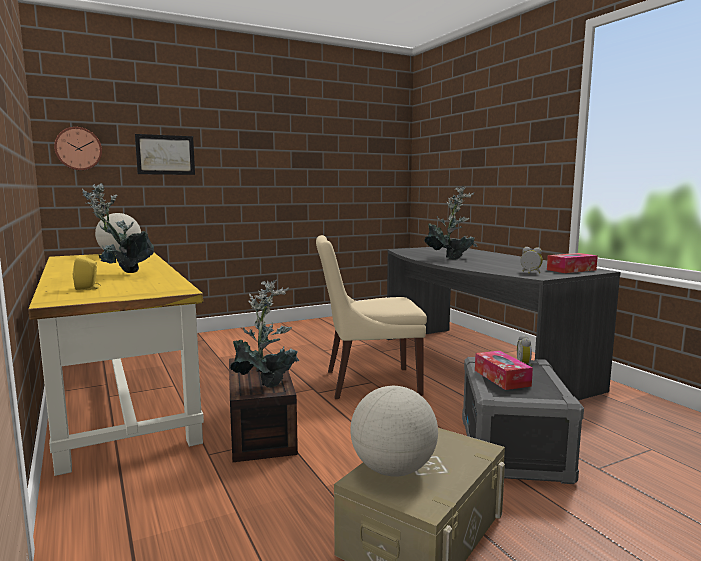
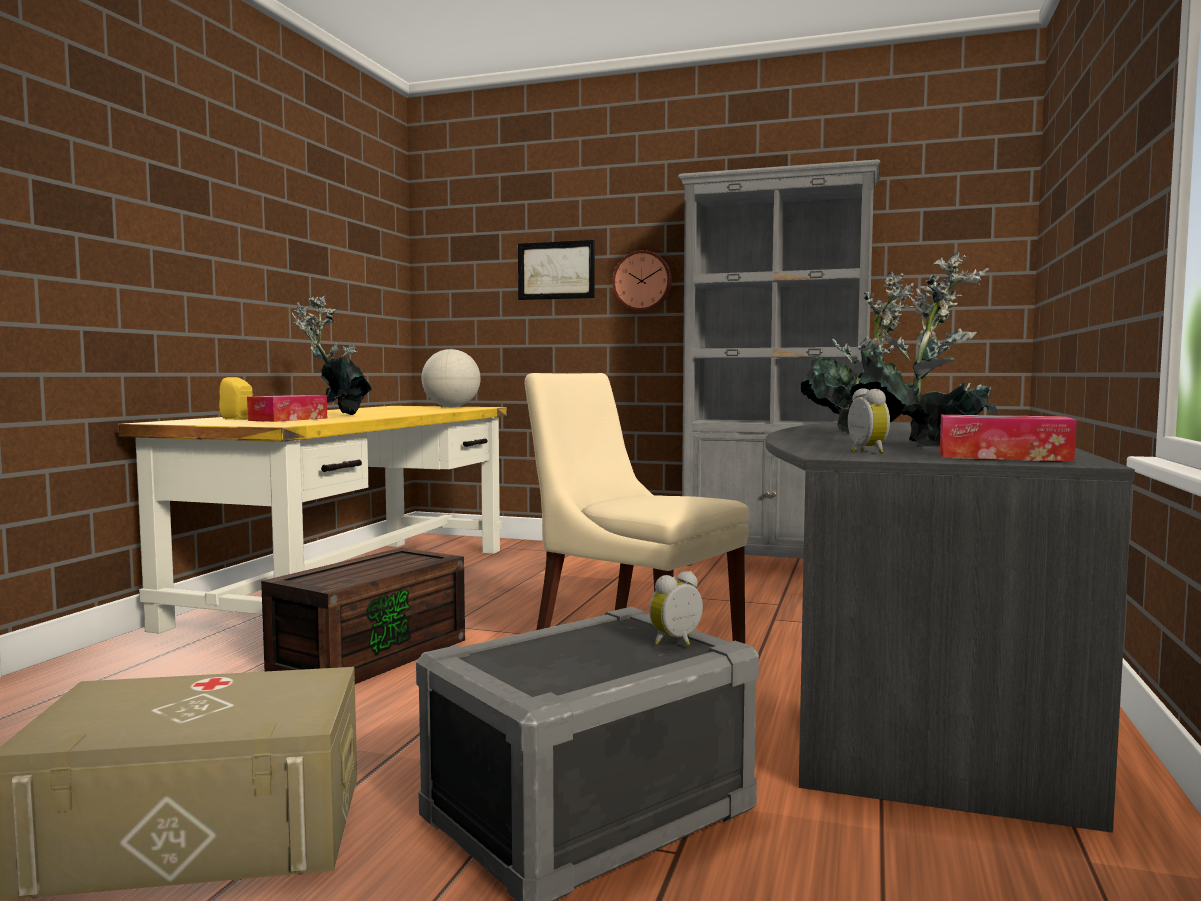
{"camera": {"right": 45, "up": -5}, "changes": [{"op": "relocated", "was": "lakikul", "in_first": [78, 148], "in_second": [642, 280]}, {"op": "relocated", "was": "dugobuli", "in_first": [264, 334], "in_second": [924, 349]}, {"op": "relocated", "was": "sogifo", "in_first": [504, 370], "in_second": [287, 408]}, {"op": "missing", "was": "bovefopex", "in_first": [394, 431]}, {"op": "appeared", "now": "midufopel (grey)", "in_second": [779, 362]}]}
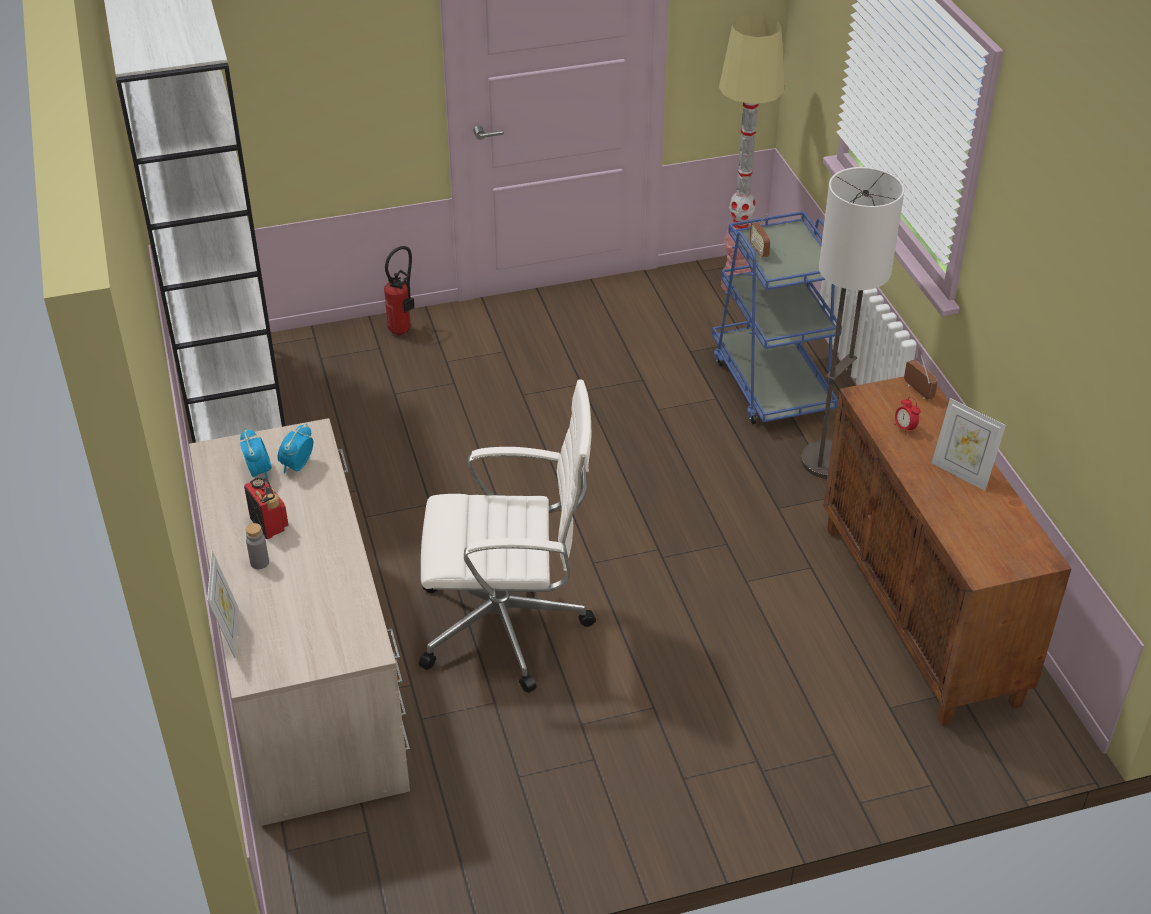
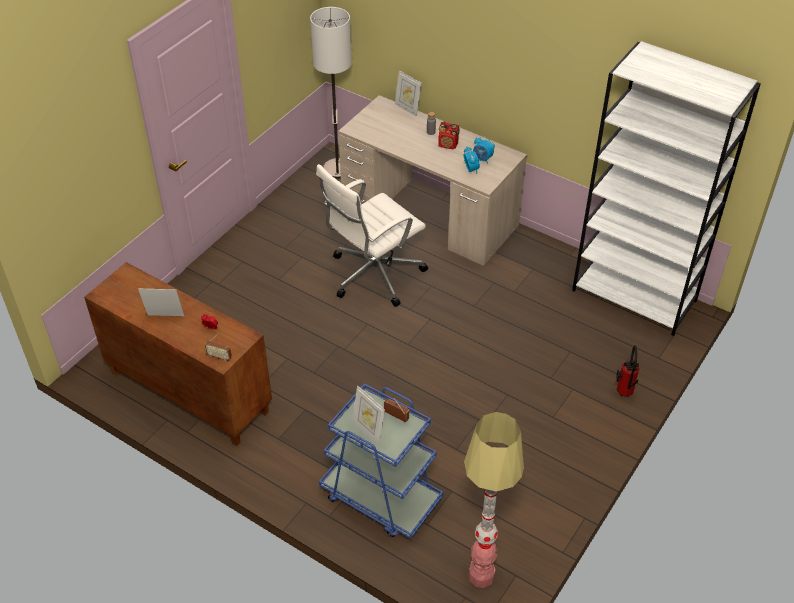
{"camera": {"right": 140, "up": 5}, "changes": [{"op": "relocated", "was": "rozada", "in_first": [853, 323], "in_second": [331, 93]}, {"op": "appeared", "now": "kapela", "in_second": [368, 415]}]}
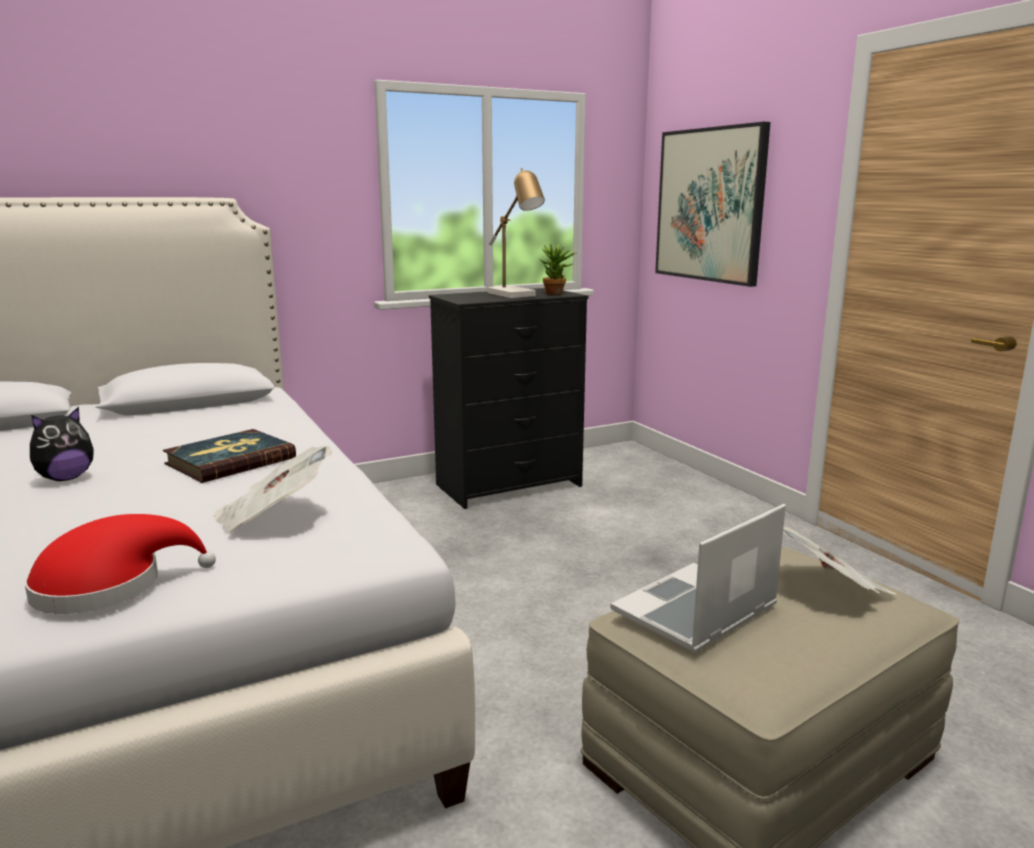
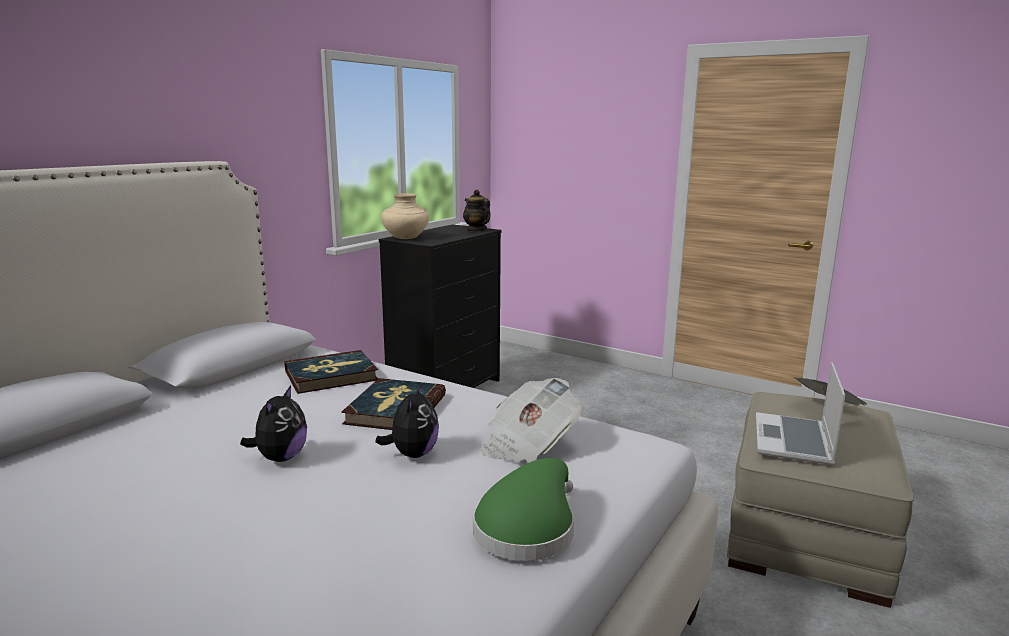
{"camera": {"right": -30, "up": 0}, "changes": [{"op": "missing", "was": "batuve", "in_first": [713, 204]}, {"op": "missing", "was": "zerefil", "in_first": [516, 233]}, {"op": "exchanged", "was": "dugobuli", "now": "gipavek", "in_first": [558, 269], "in_second": [477, 210]}, {"op": "colour", "was": "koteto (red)", "now": "koteto (green)", "in_first": [120, 564], "in_second": [523, 509]}, {"op": "appeared", "now": "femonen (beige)", "in_second": [405, 216]}, {"op": "appeared", "now": "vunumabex", "in_second": [331, 372]}, {"op": "appeared", "now": "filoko", "in_second": [407, 420]}]}
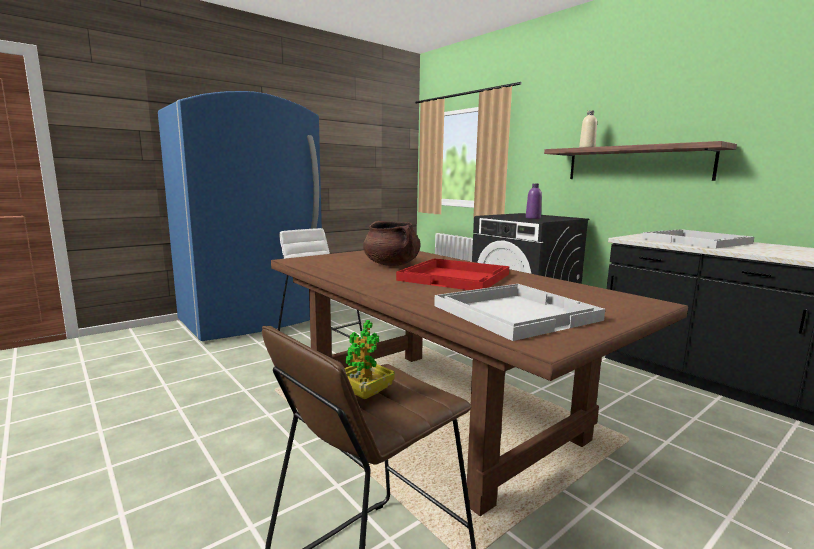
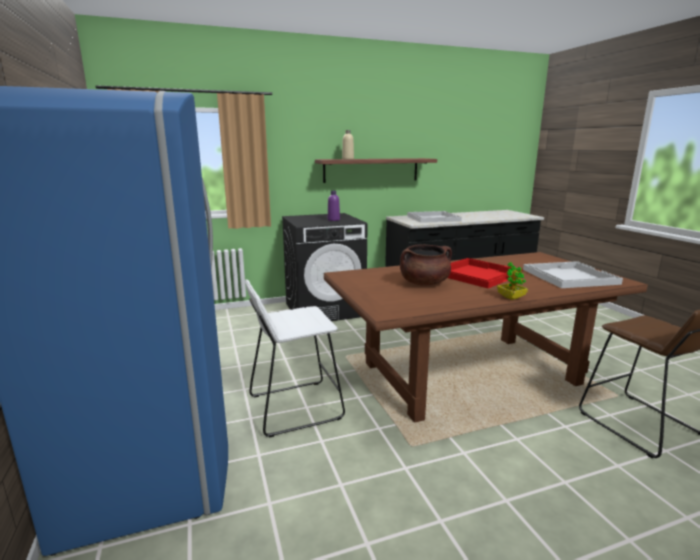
{"camera": {"right": -70, "up": 5}, "changes": [{"op": "relocated", "was": "dugobuli", "in_first": [370, 359], "in_second": [512, 281]}]}
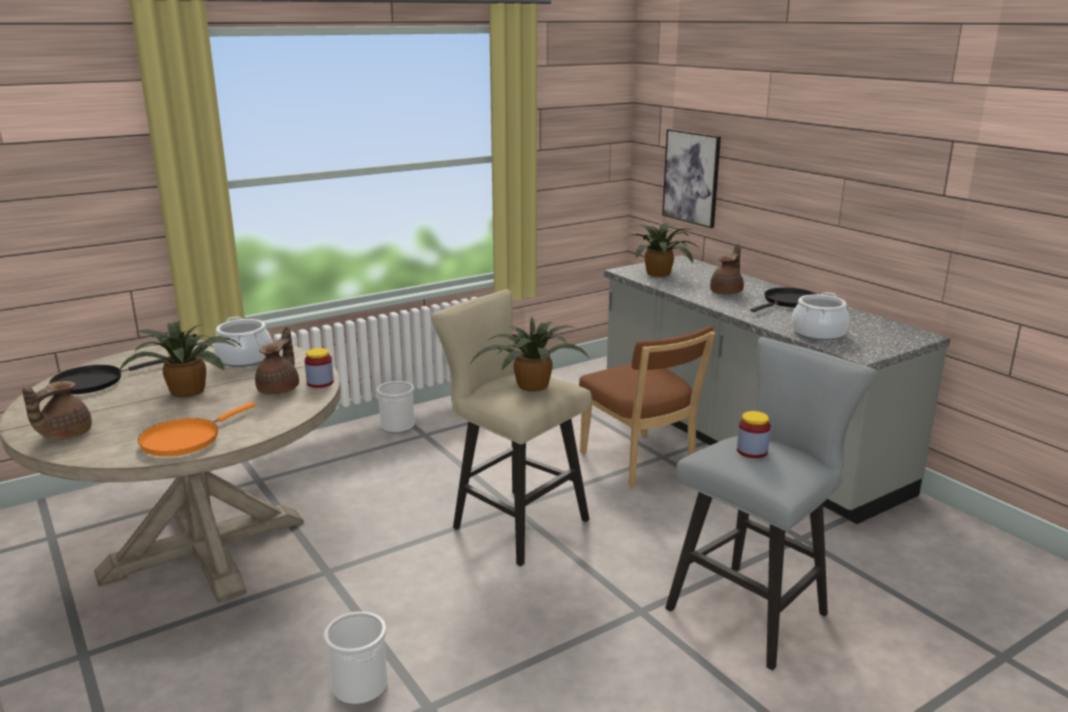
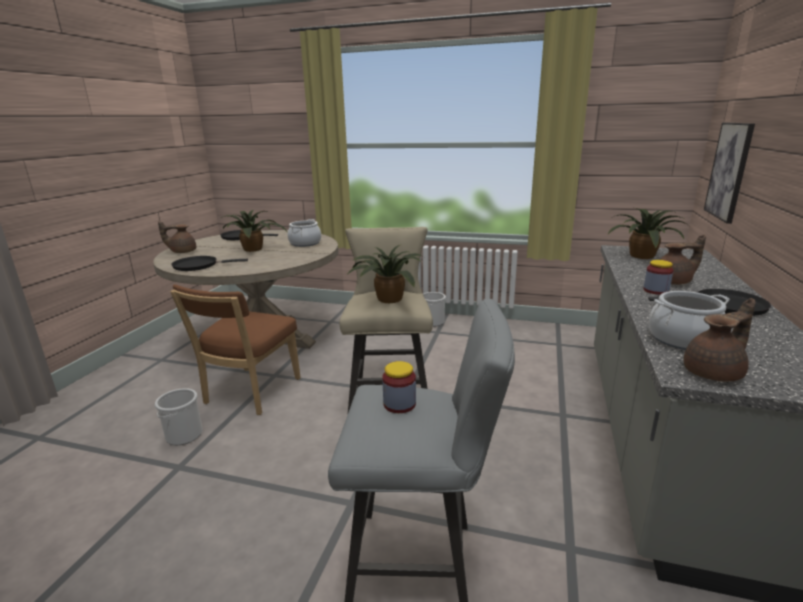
{"camera": {"right": 50, "up": 0}, "changes": [{"op": "relocated", "was": "gipavek (brown)", "in_first": [277, 360], "in_second": [720, 340]}, {"op": "relocated", "was": "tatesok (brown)", "in_first": [647, 406], "in_second": [235, 350]}, {"op": "relocated", "was": "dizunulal", "in_first": [319, 368], "in_second": [658, 277]}, {"op": "colour", "was": "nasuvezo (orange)", "now": "nasuvezo (black)", "in_first": [196, 429], "in_second": [209, 263]}]}
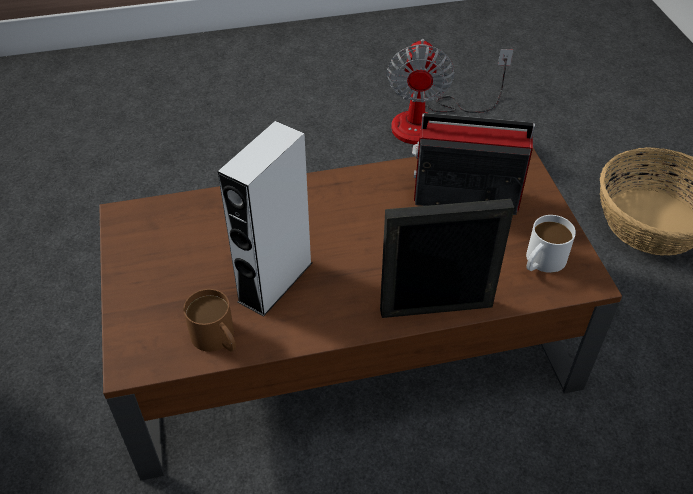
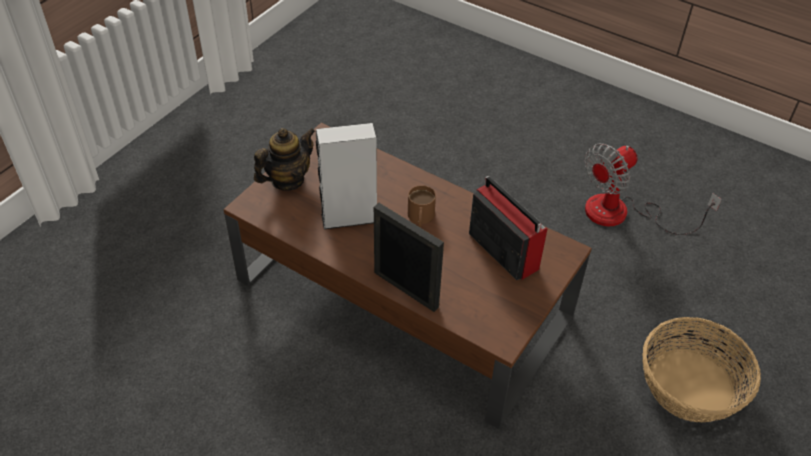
{"camera": {"right": 45, "up": 0}, "changes": [{"op": "missing", "was": "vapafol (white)", "in_first": [551, 244]}, {"op": "relocated", "was": "vapafol (brown)", "in_first": [209, 320], "in_second": [422, 206]}, {"op": "appeared", "now": "gipavek", "in_second": [284, 159]}]}
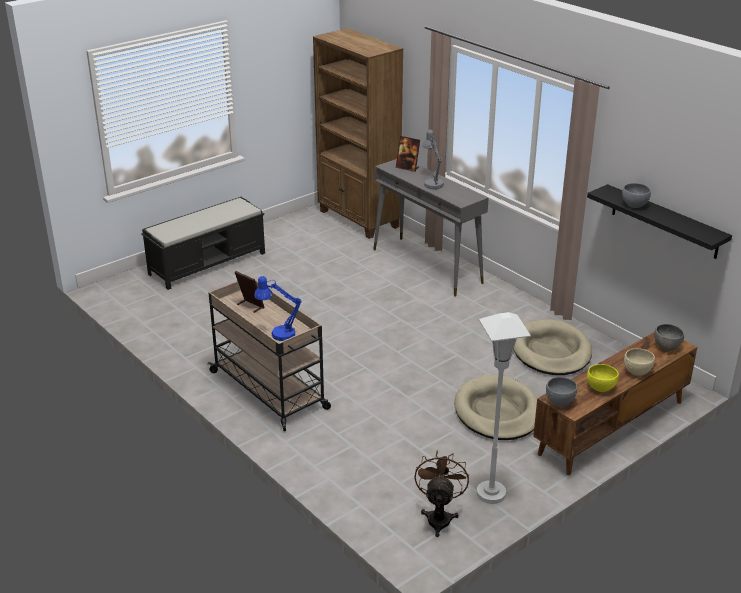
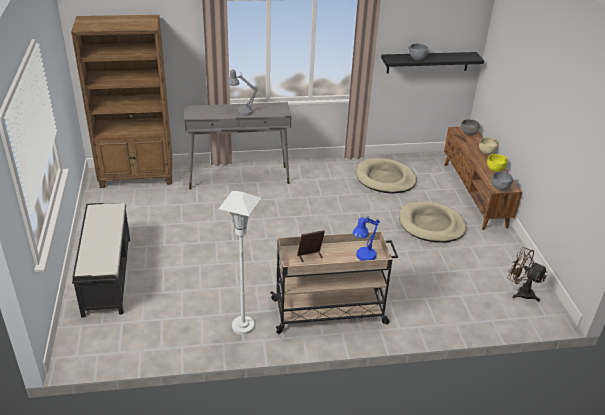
{"camera": {"right": -60, "up": 5}, "changes": [{"op": "missing", "was": "kapela", "in_first": [408, 154]}, {"op": "relocated", "was": "rozada (white)", "in_first": [504, 408], "in_second": [240, 263]}]}
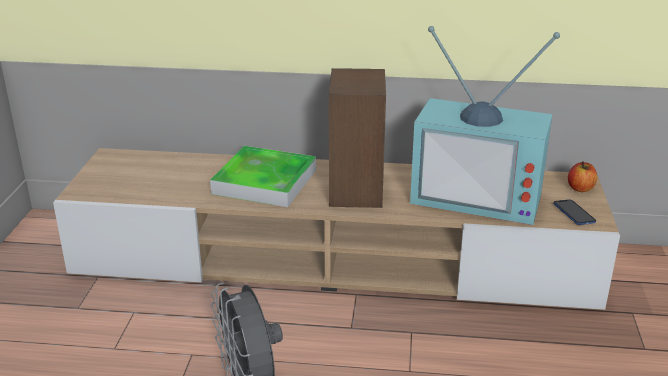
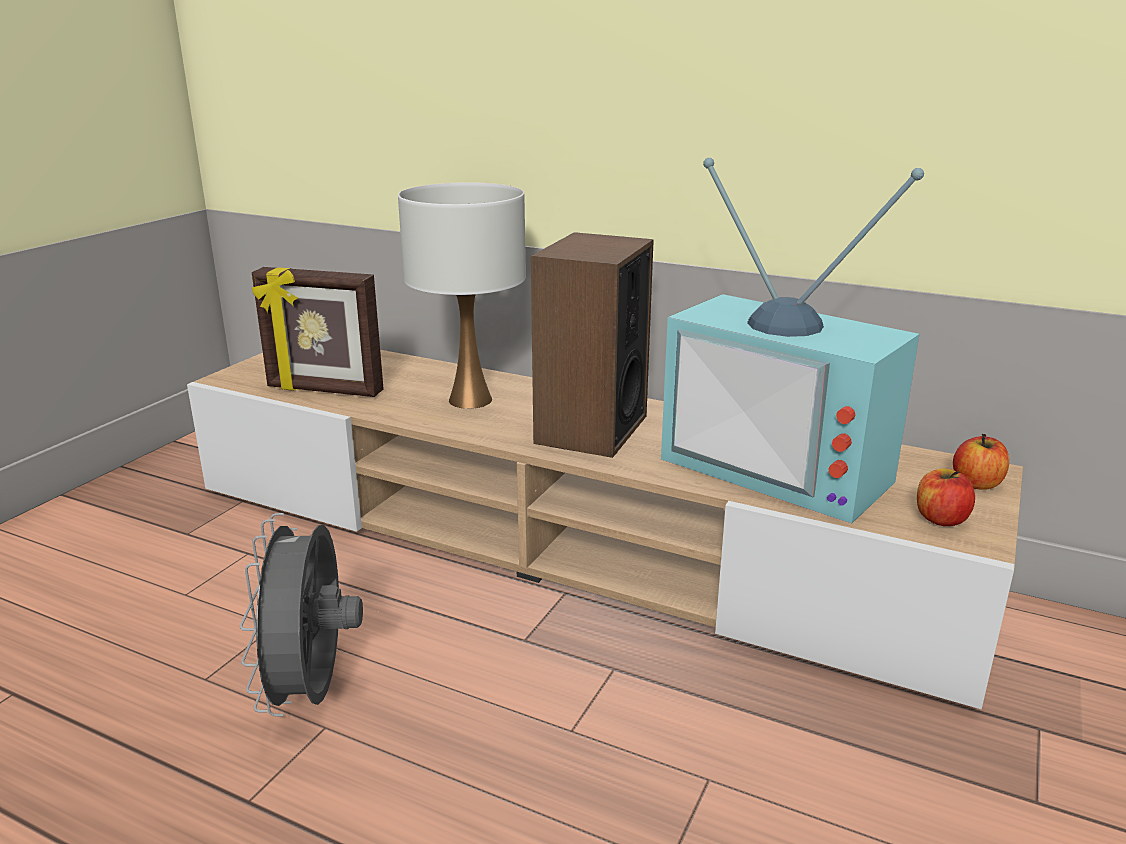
{"camera": {"right": 20, "up": -5}, "changes": [{"op": "exchanged", "was": "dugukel", "now": "zerefil (white)", "in_first": [263, 176], "in_second": [462, 295]}, {"op": "exchanged", "was": "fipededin", "now": "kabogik", "in_first": [574, 212], "in_second": [946, 497]}, {"op": "appeared", "now": "kapela", "in_second": [318, 332]}]}
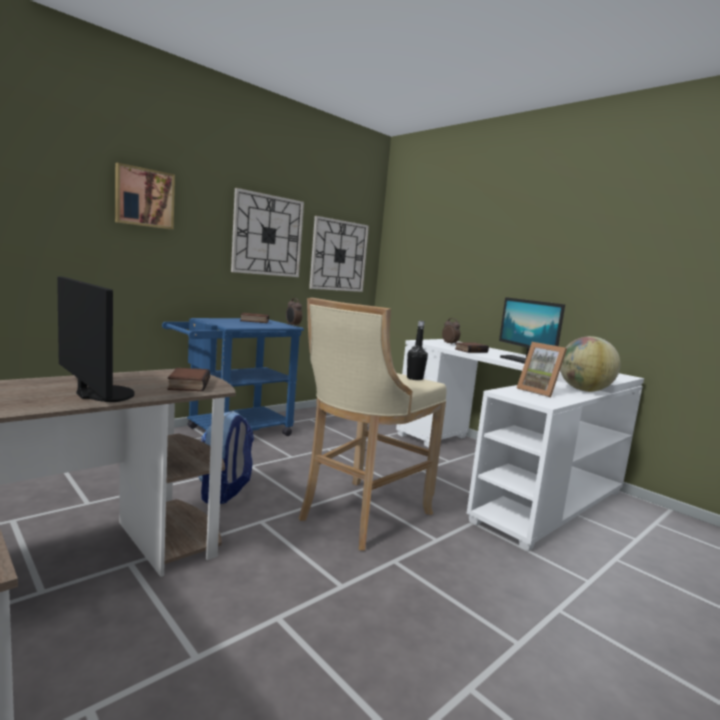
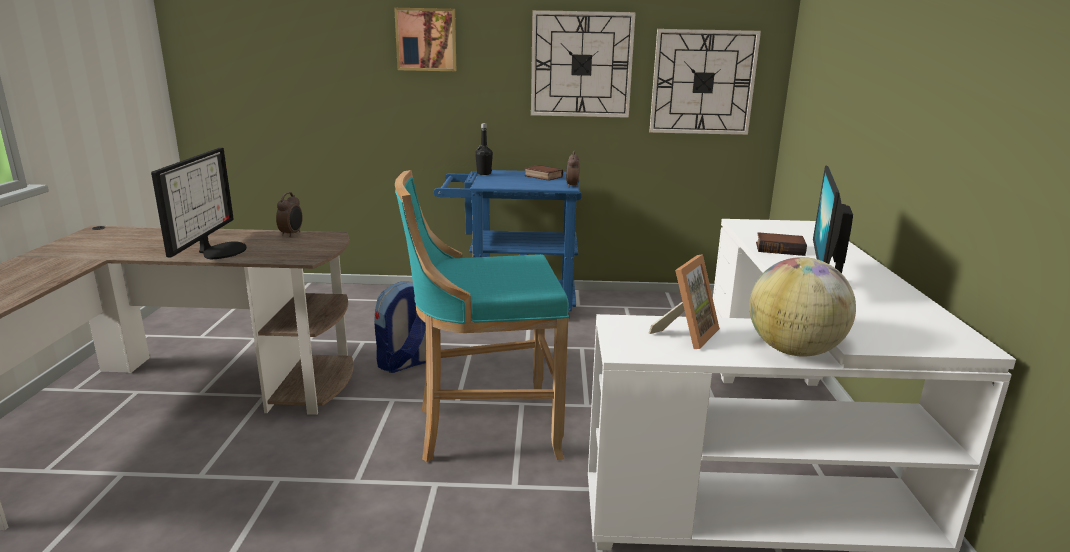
{"camera": {"right": 45, "up": 10}, "changes": [{"op": "colour", "was": "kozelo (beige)", "now": "kozelo (turquoise)", "in_first": [372, 424], "in_second": [482, 316]}, {"op": "relocated", "was": "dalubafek", "in_first": [451, 331], "in_second": [289, 214]}, {"op": "relocated", "was": "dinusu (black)", "in_first": [417, 350], "in_second": [484, 149]}, {"op": "spun", "was": "kapela", "in_first": [542, 369], "in_second": [684, 301], "clockwise": -150}, {"op": "missing", "was": "vunumabex", "in_first": [188, 379]}]}
